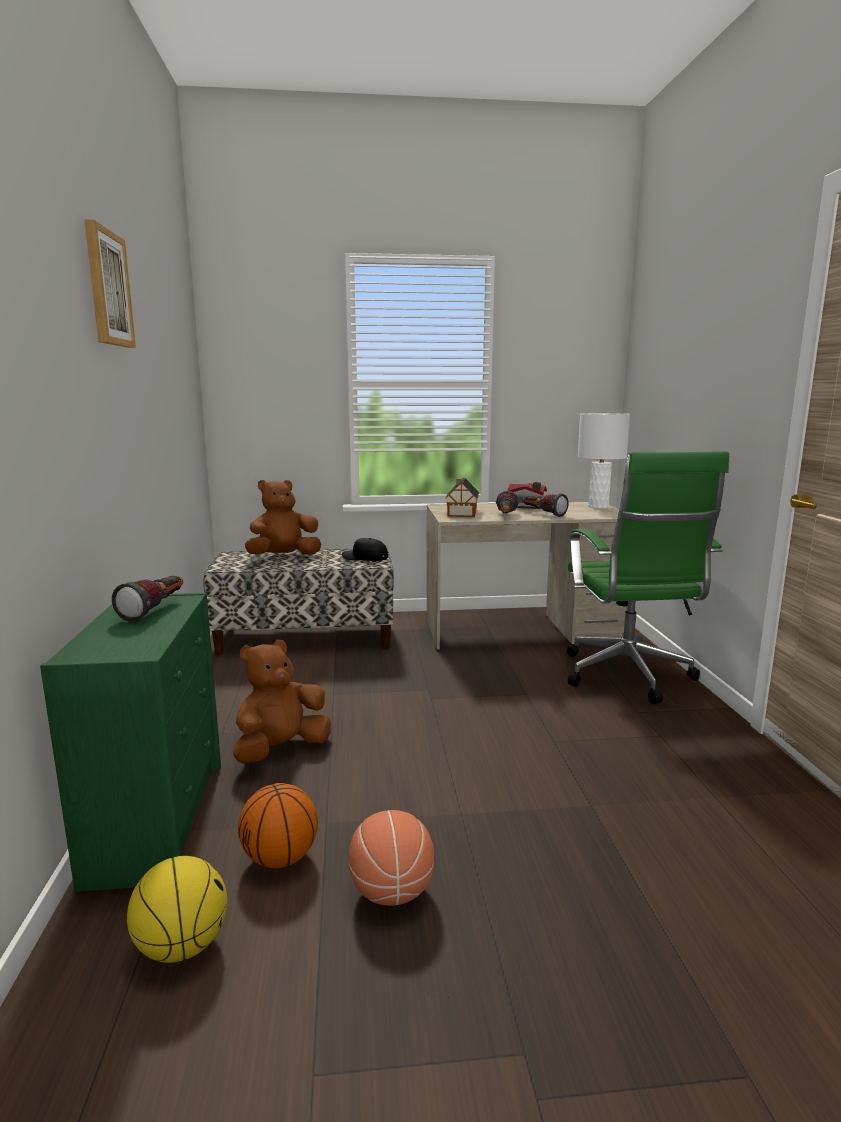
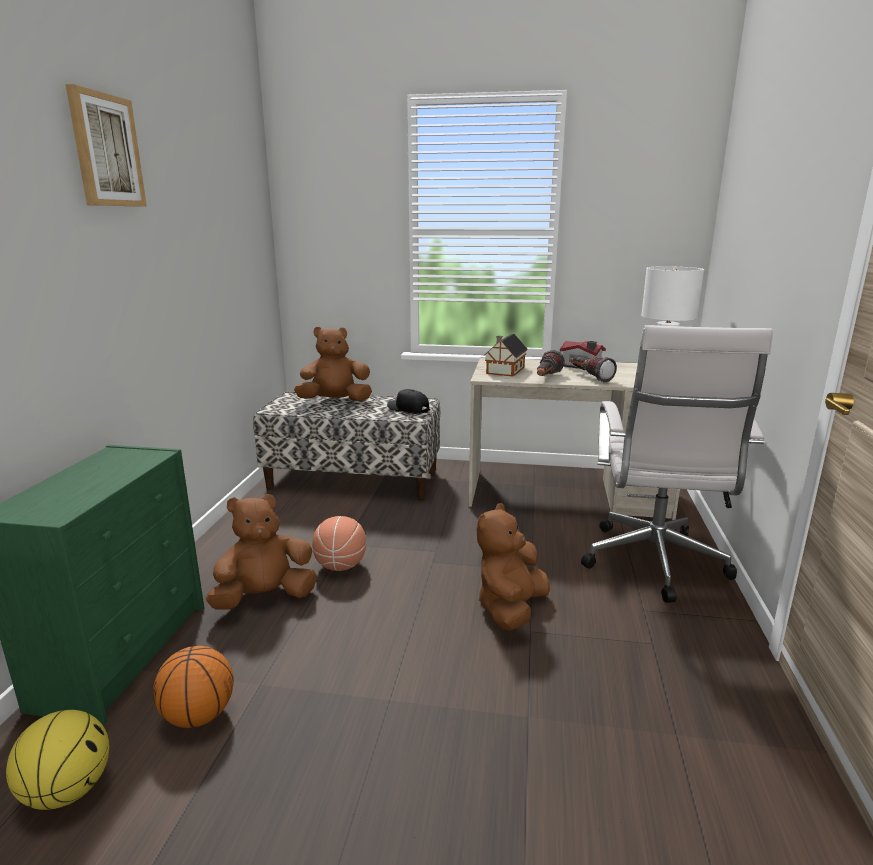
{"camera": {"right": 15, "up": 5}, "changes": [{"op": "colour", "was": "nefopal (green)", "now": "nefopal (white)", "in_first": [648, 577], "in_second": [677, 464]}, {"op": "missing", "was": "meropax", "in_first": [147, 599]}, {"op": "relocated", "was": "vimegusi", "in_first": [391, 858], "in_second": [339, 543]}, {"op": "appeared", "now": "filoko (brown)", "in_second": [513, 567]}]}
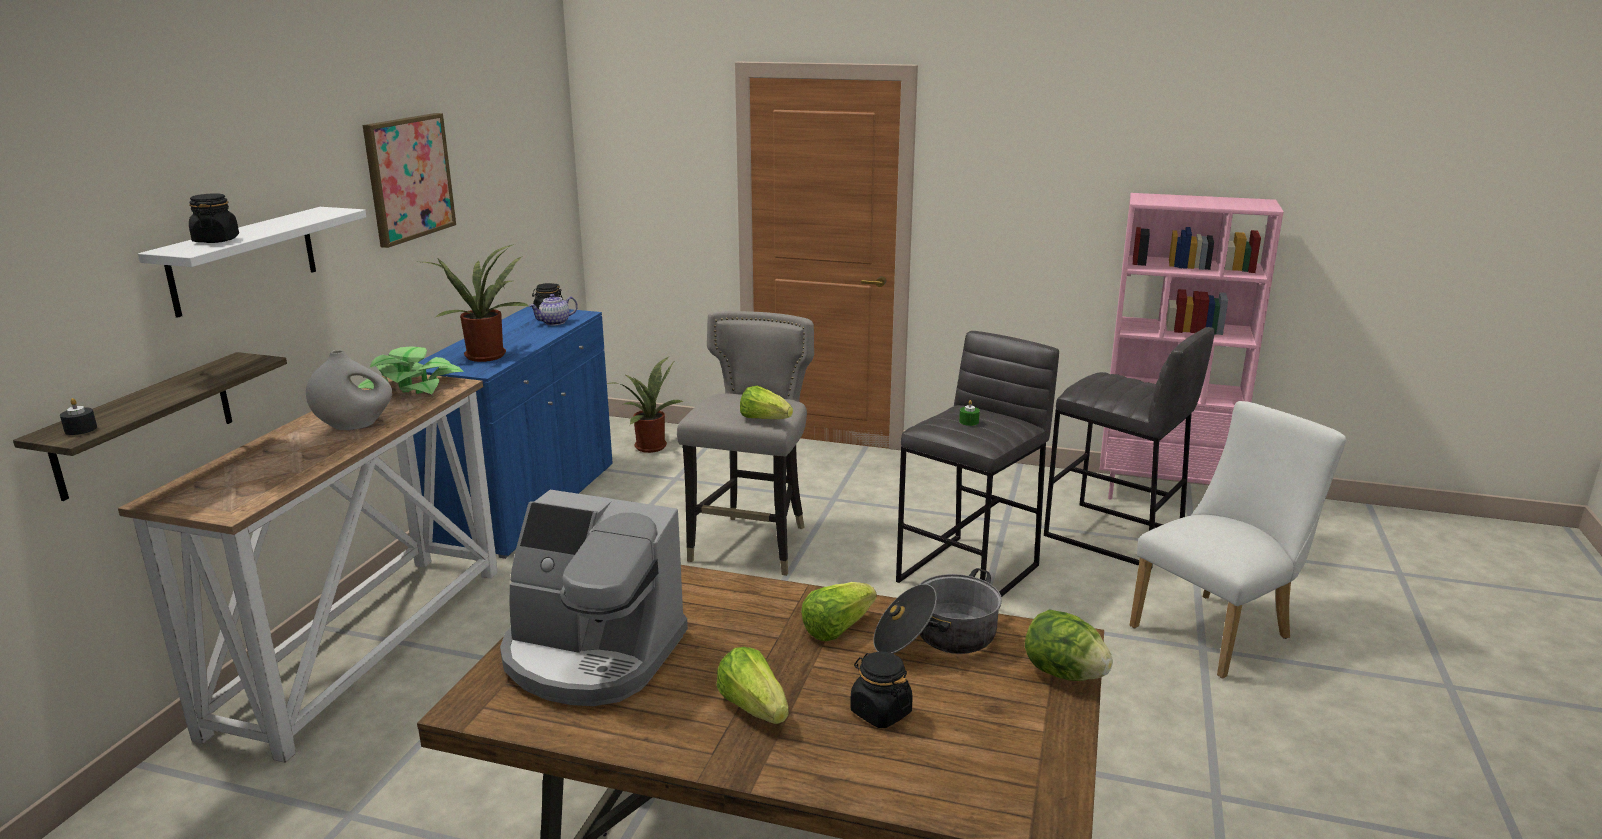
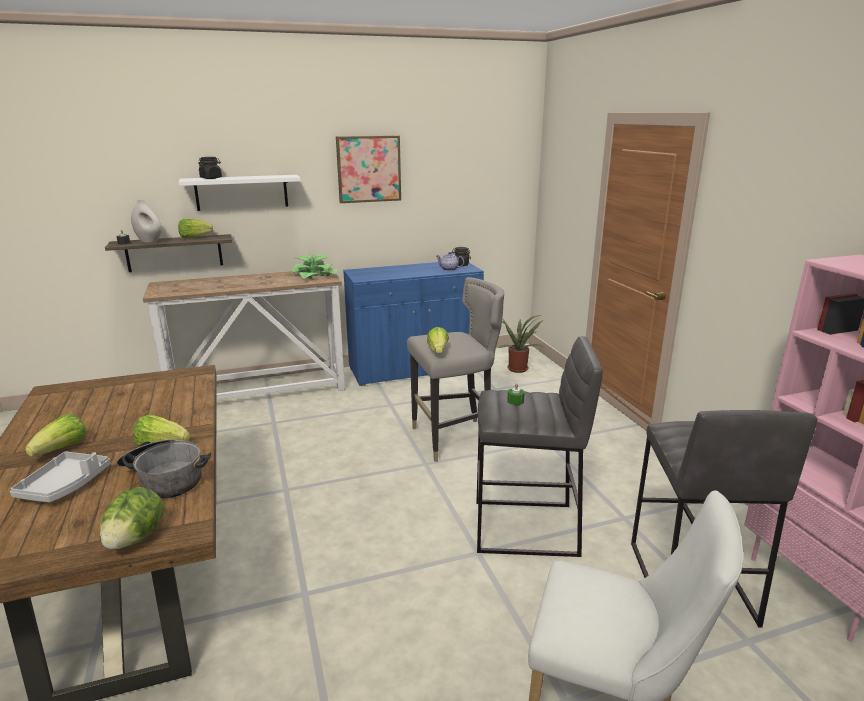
{"camera": {"right": 55, "up": 0}, "changes": [{"op": "missing", "was": "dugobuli", "in_first": [477, 303]}, {"op": "relocated", "was": "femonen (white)", "in_first": [349, 390], "in_second": [146, 221]}, {"op": "missing", "was": "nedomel", "in_first": [594, 598]}, {"op": "exchanged", "was": "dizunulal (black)", "now": "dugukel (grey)", "in_first": [881, 690], "in_second": [60, 477]}, {"op": "appeared", "now": "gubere", "in_second": [195, 228]}]}
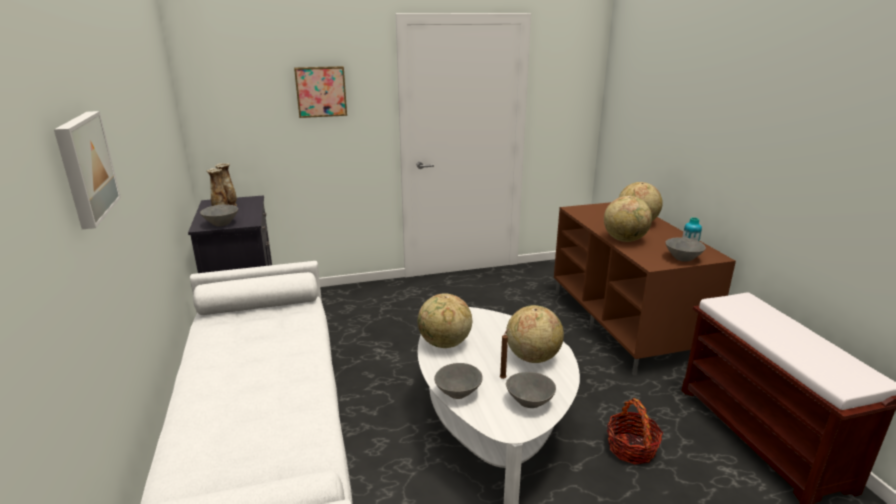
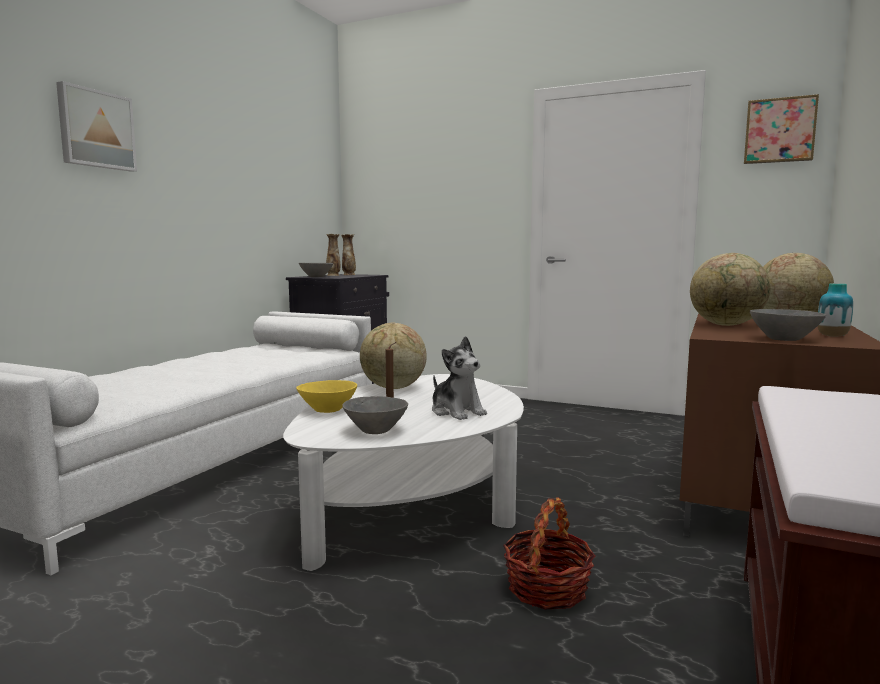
{"camera": {"right": 40, "up": -15}, "changes": [{"op": "relocated", "was": "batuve", "in_first": [320, 92], "in_second": [781, 129]}, {"op": "exchanged", "was": "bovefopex", "now": "filoko", "in_first": [535, 334], "in_second": [459, 378]}, {"op": "colour", "was": "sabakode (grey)", "now": "sabakode (yellow)", "in_first": [458, 381], "in_second": [326, 396]}]}
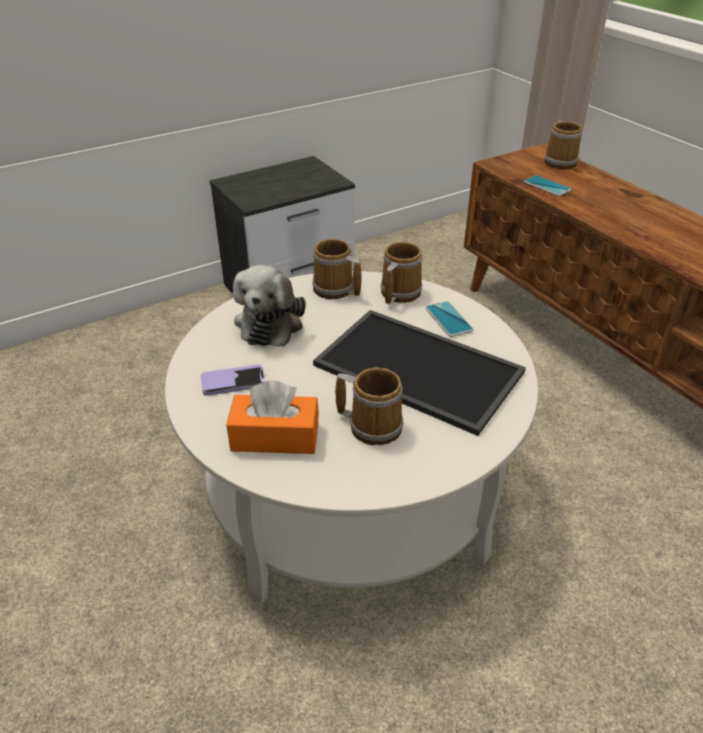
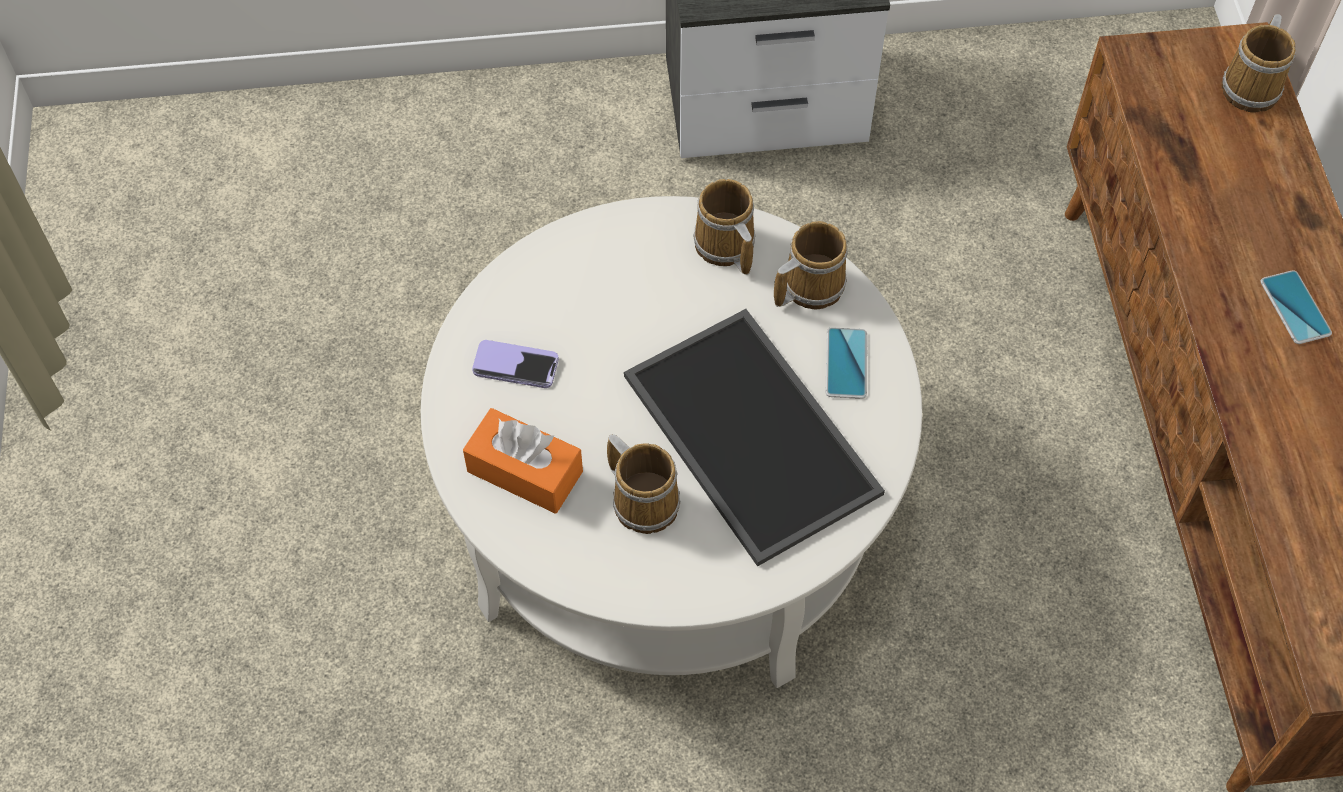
{"camera": {"right": 25, "up": 20}, "changes": [{"op": "relocated", "was": "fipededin", "in_first": [547, 185], "in_second": [1296, 307]}, {"op": "missing", "was": "filoko", "in_first": [269, 305]}]}
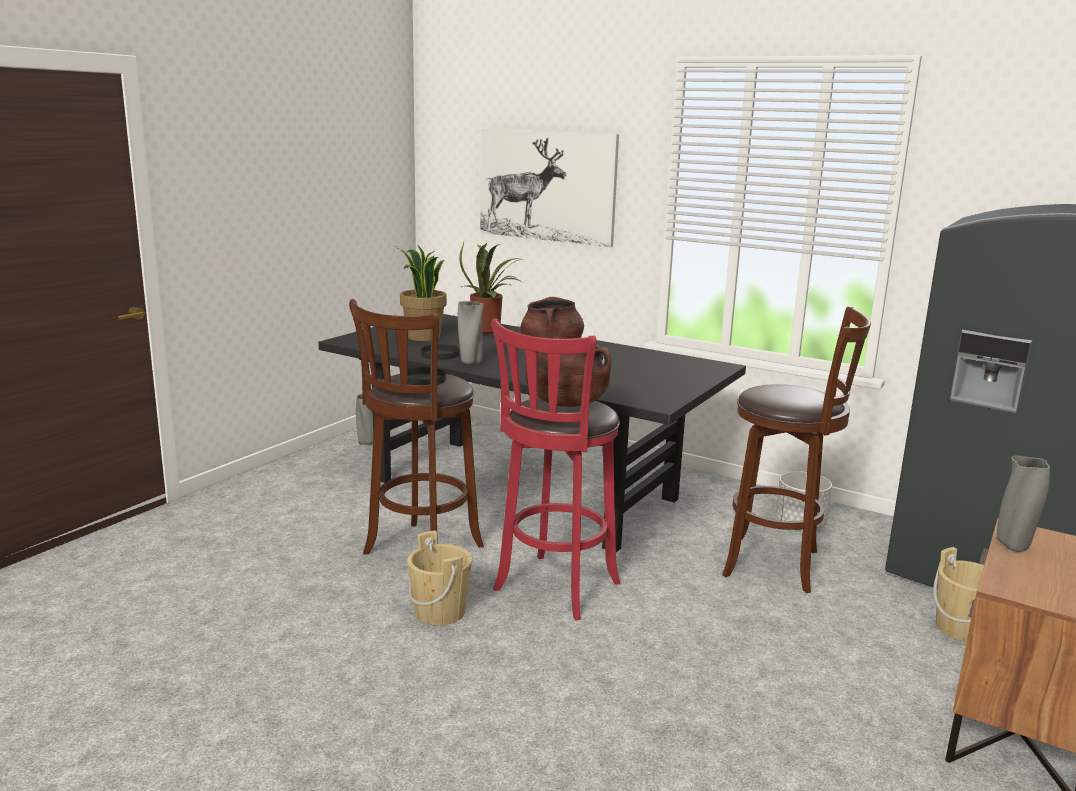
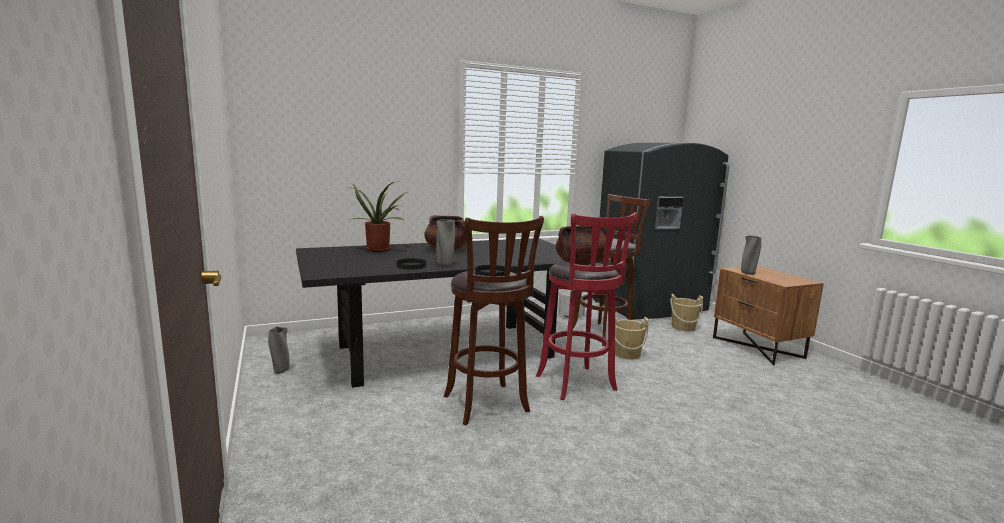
{"camera": {"right": -55, "up": -5}, "changes": [{"op": "missing", "was": "batuve", "in_first": [549, 188]}, {"op": "missing", "was": "dugobuli", "in_first": [421, 293]}, {"op": "relocated", "was": "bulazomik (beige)", "in_first": [439, 578], "in_second": [632, 338]}]}
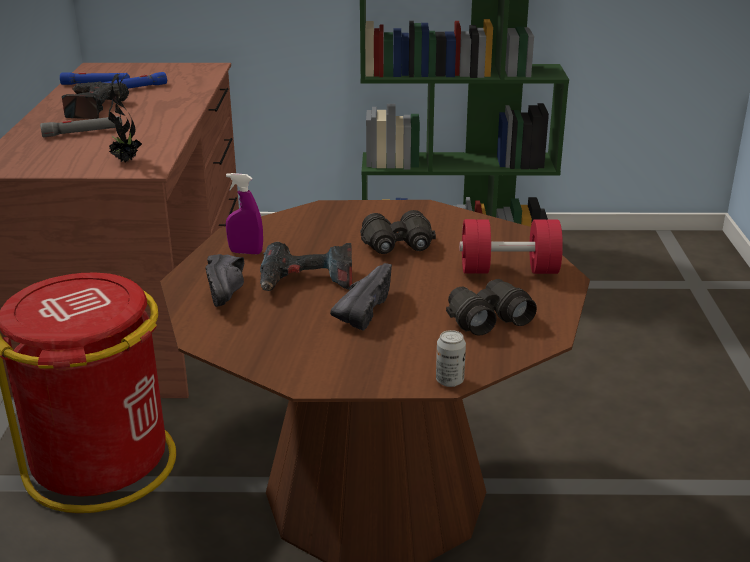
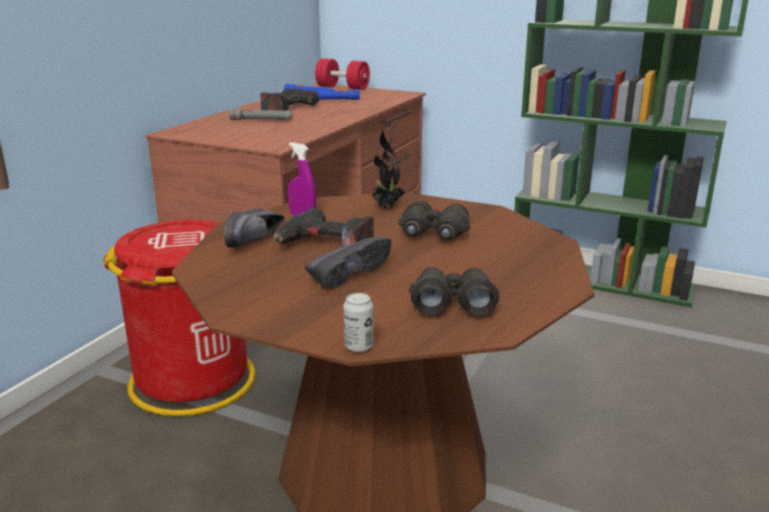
{"camera": {"right": 25, "up": -5}, "changes": [{"op": "relocated", "was": "dugobuli", "in_first": [125, 118], "in_second": [388, 165]}, {"op": "relocated", "was": "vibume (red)", "in_first": [511, 246], "in_second": [342, 74]}]}
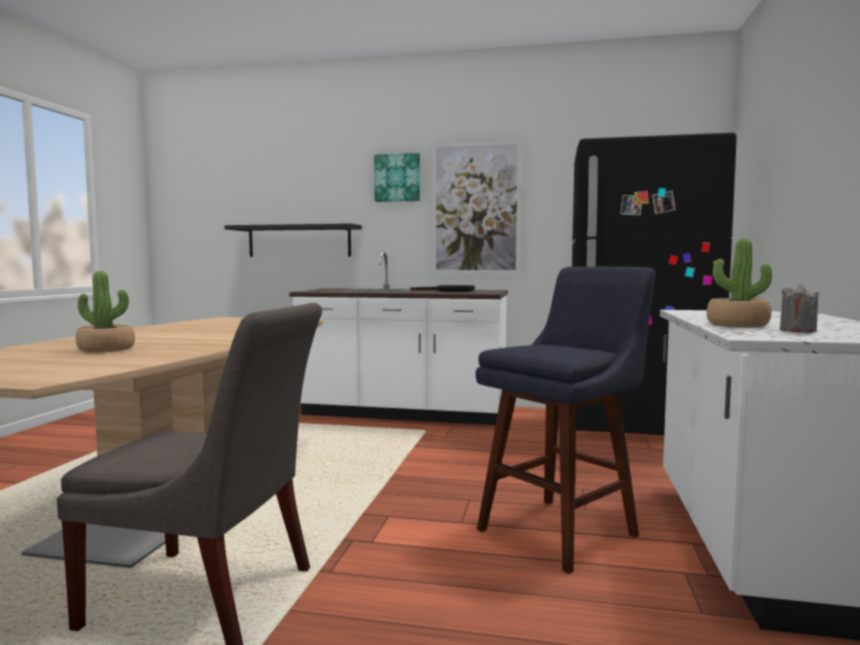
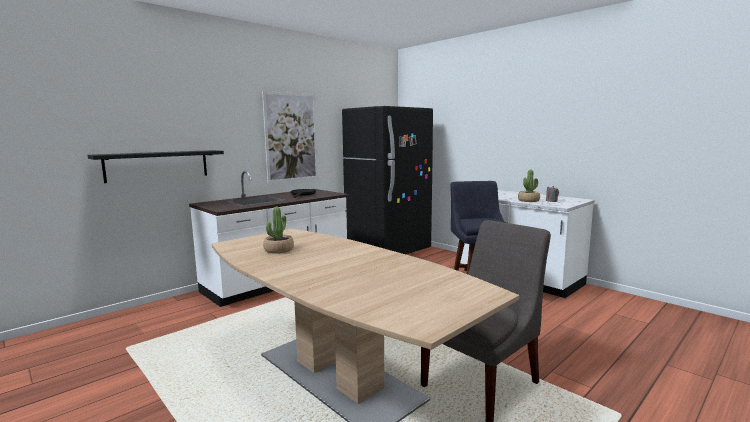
{"camera": {"right": -55, "up": 5}, "changes": [{"op": "missing", "was": "batuve", "in_first": [397, 177]}, {"op": "relocated", "was": "dugobuli", "in_first": [105, 311], "in_second": [278, 230]}]}
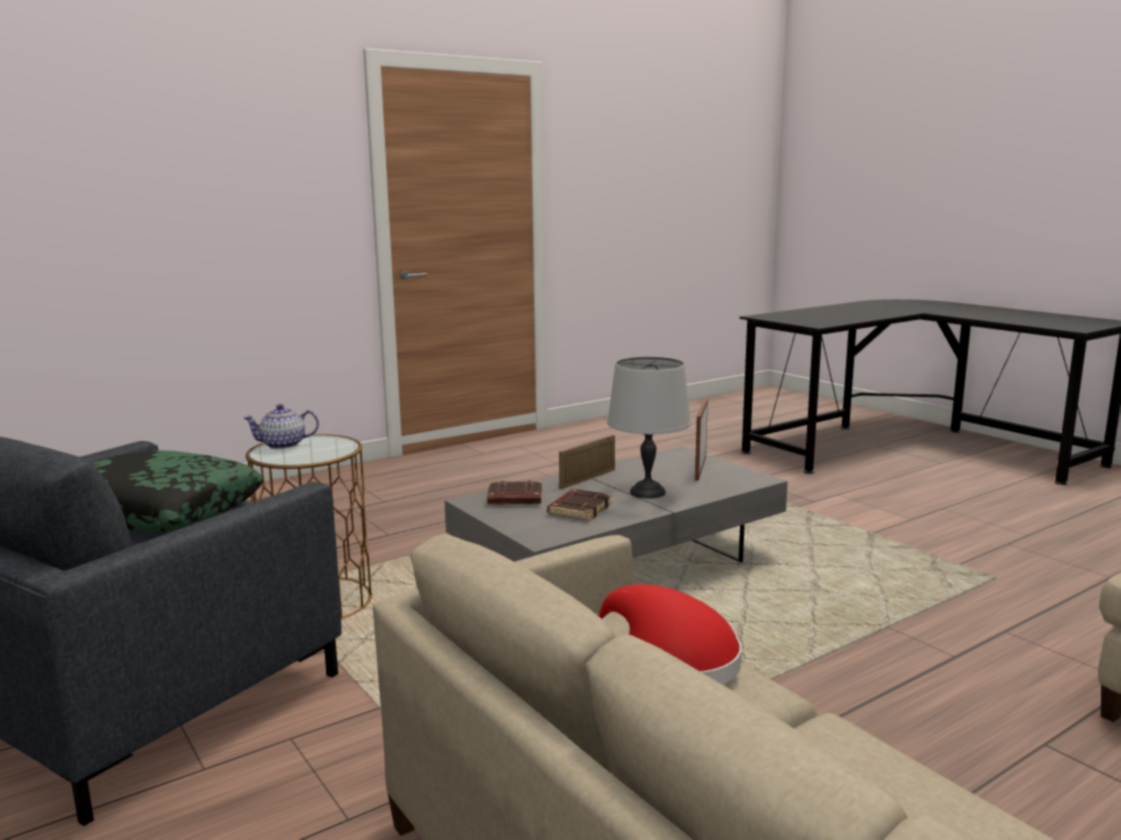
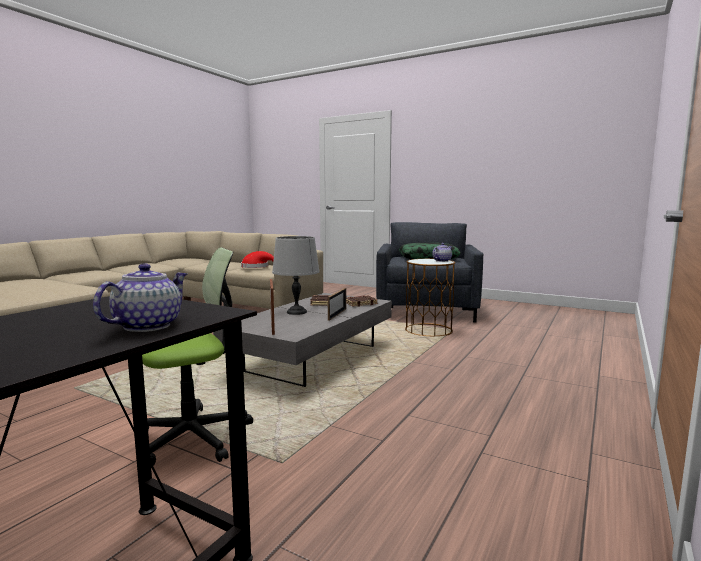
{"camera": {"right": 155, "up": -5}, "changes": [{"op": "appeared", "now": "nefopal", "in_second": [197, 356]}, {"op": "appeared", "now": "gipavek", "in_second": [140, 297]}]}
